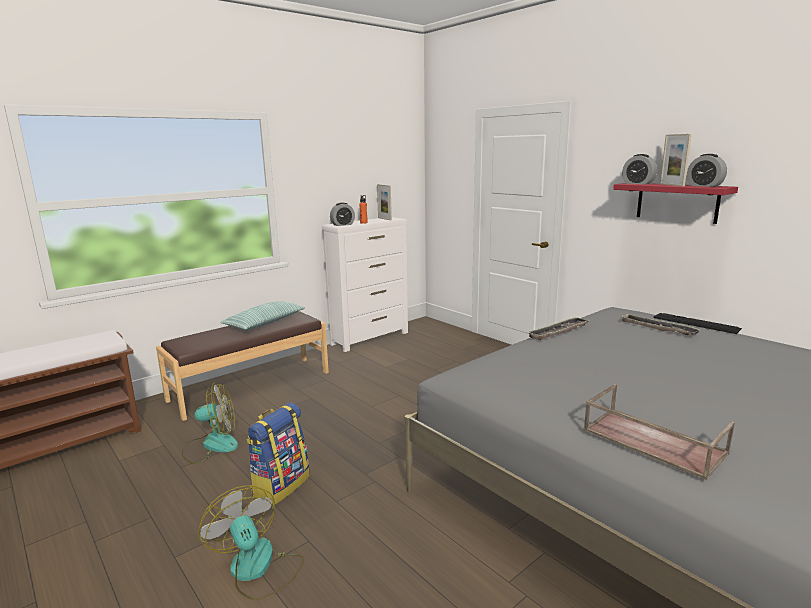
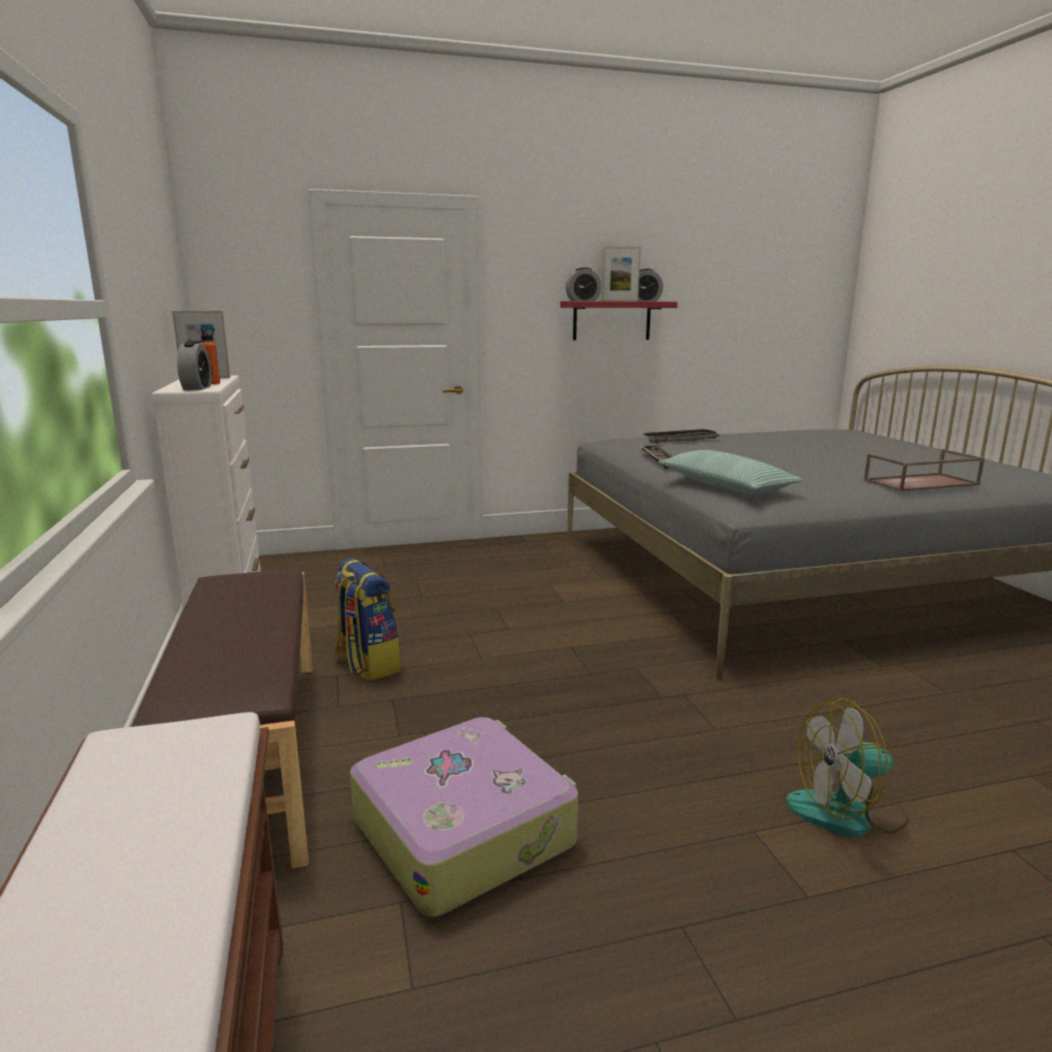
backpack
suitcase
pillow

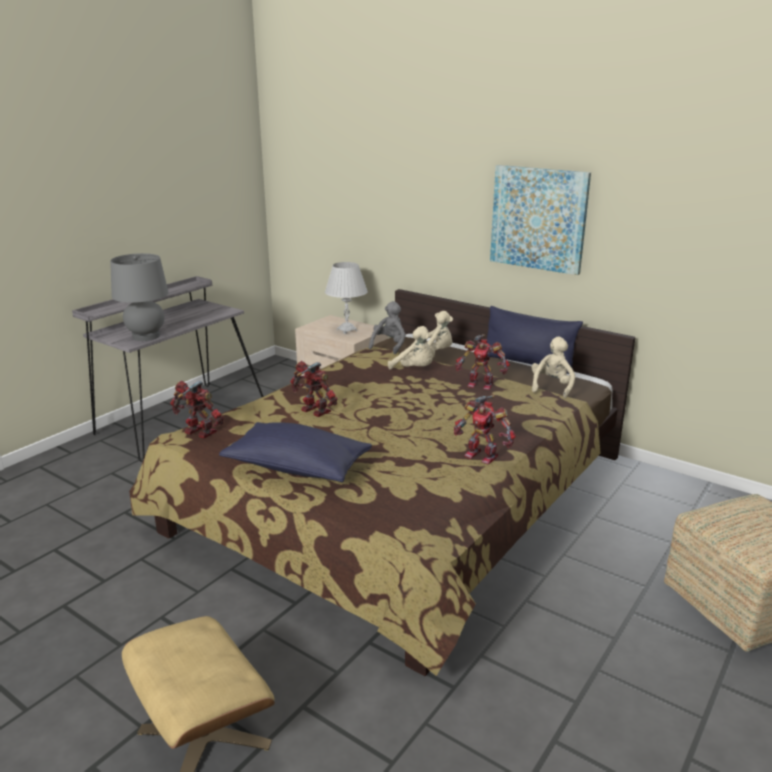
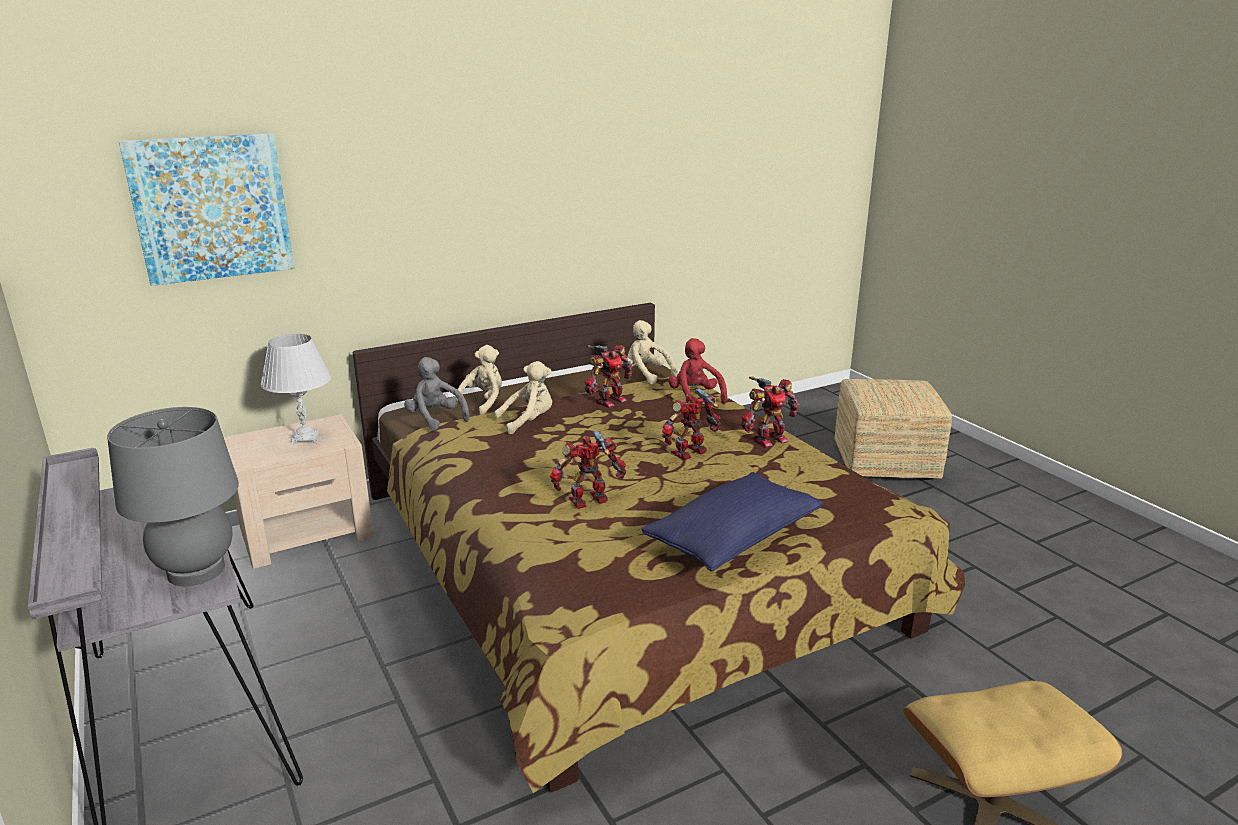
picture
toy robot (3rd from left)
red plush toy
blue pillow (2nd from left in the first image)

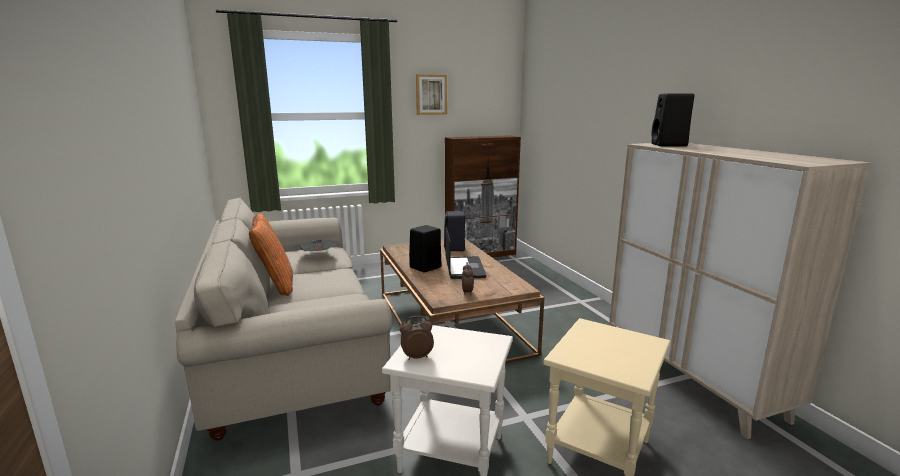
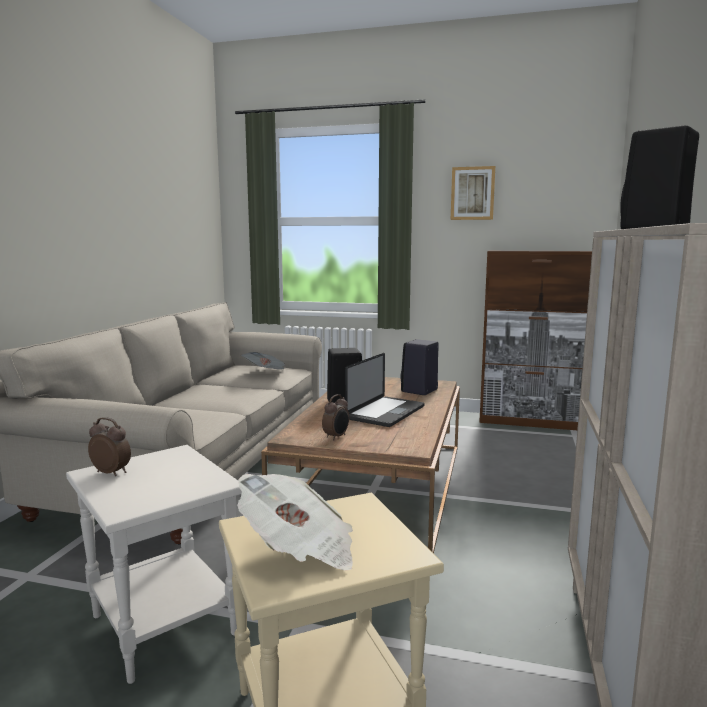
newspaper (2nd from left)
orange pillow

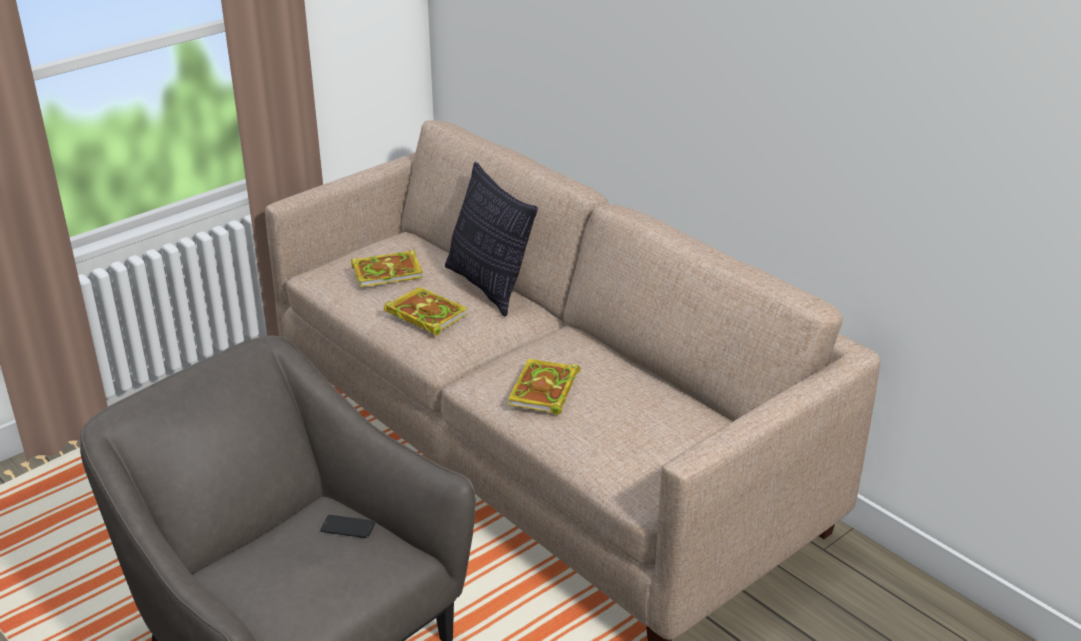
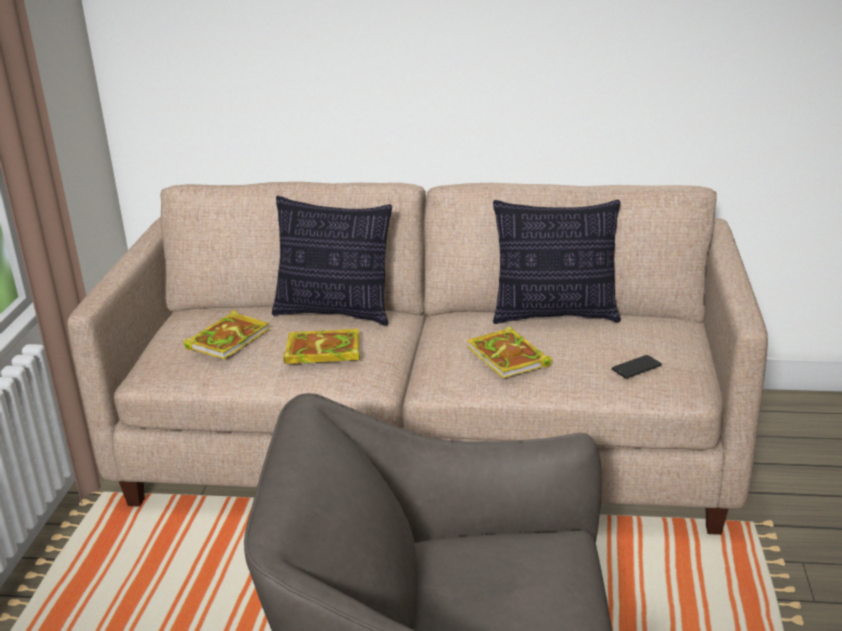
pillow (2nd from left)
phone

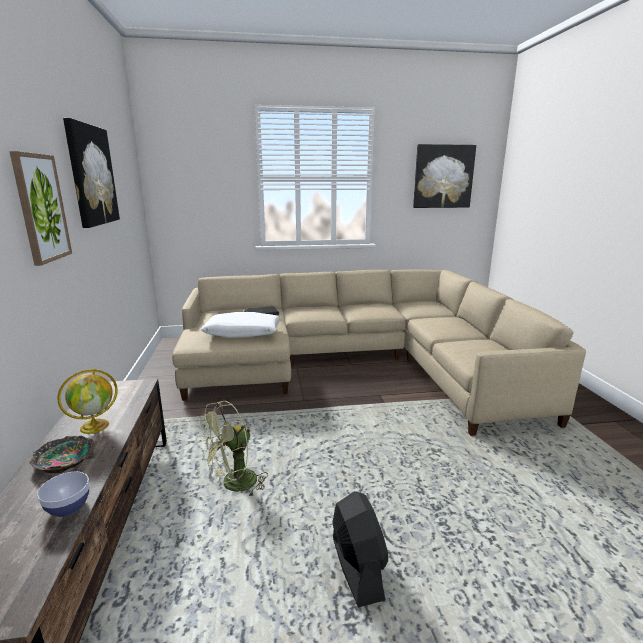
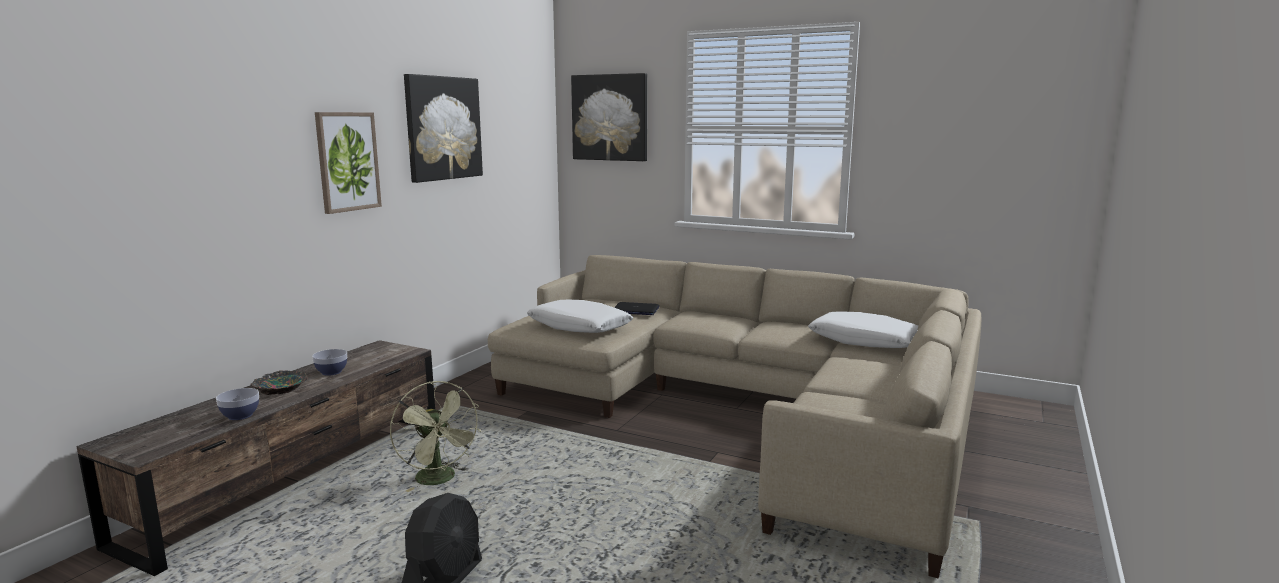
bowl (3rd from left)
green fan
picture (3rd from left)
white pillow (2nd from left)

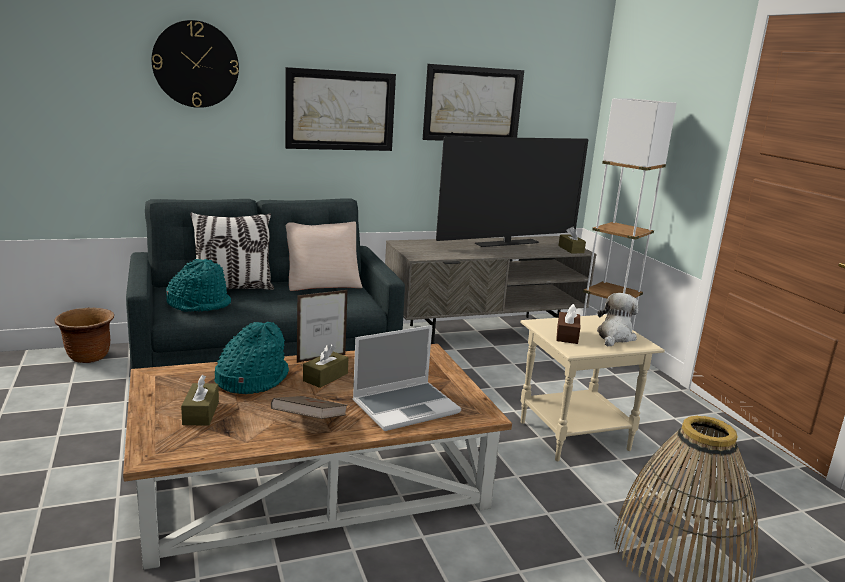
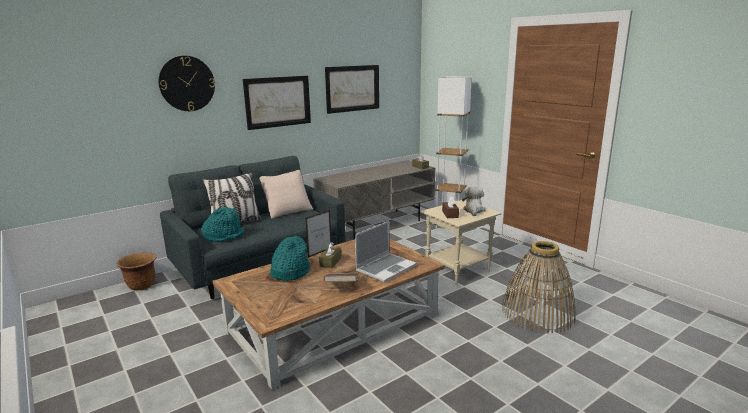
brown tissue box (1st from left in the first image)
television

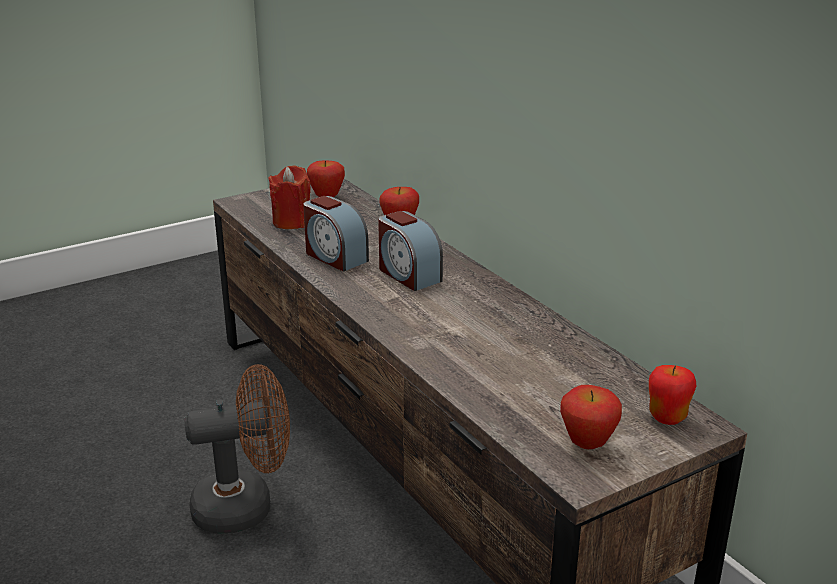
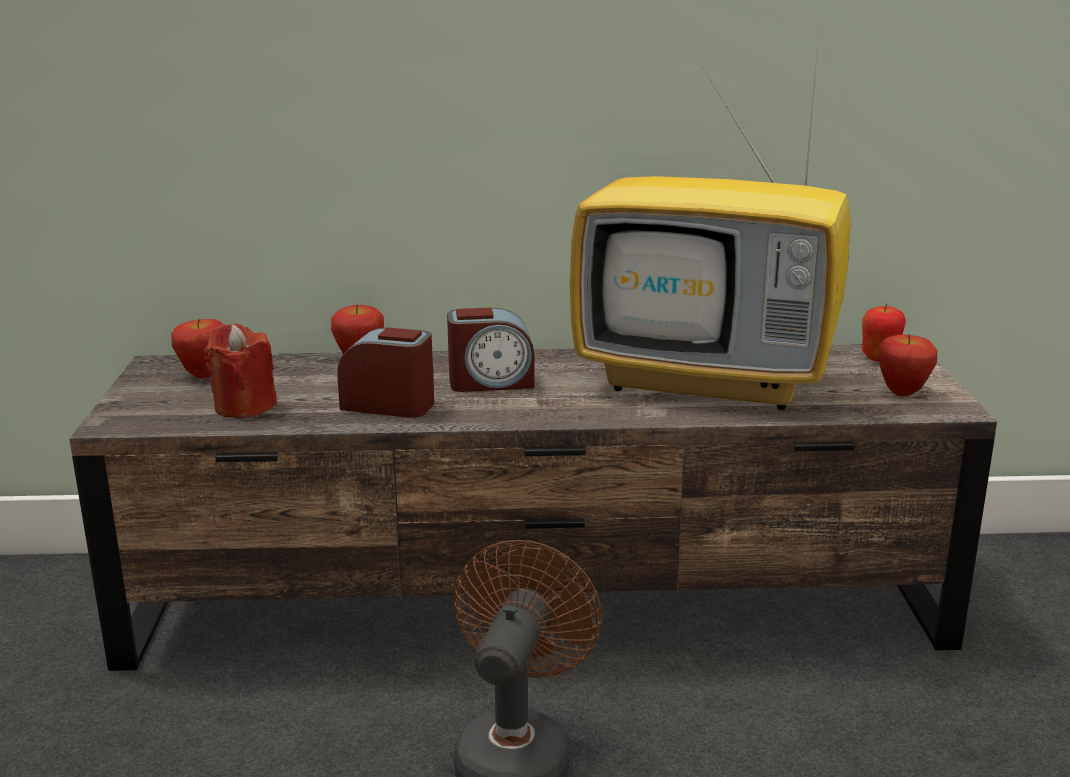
alarm clock (1st from left)
television

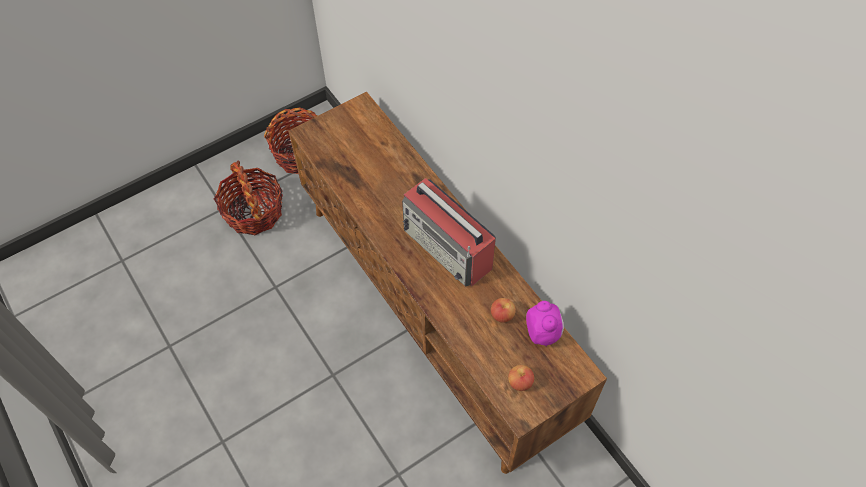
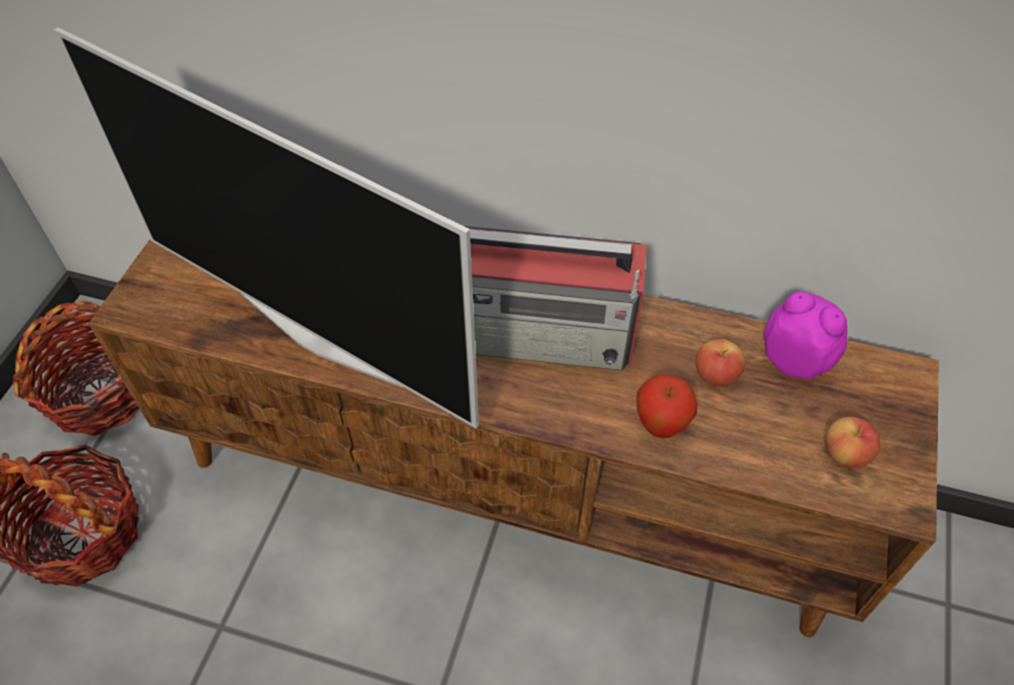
television
apple (1st from left)

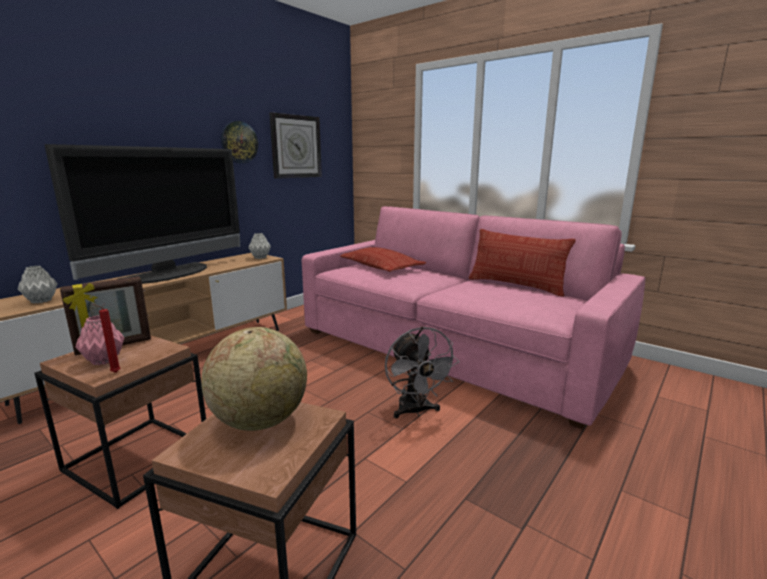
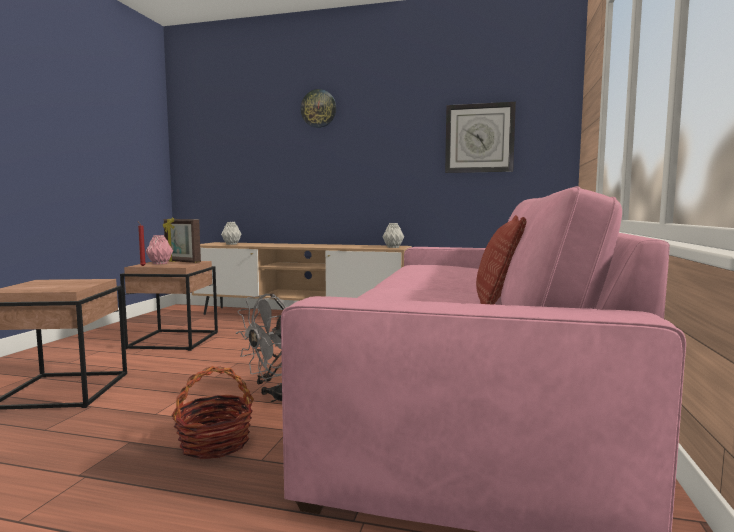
basket
wall clock (1st from left)
television
globe
pillow (1st from left in the first image)

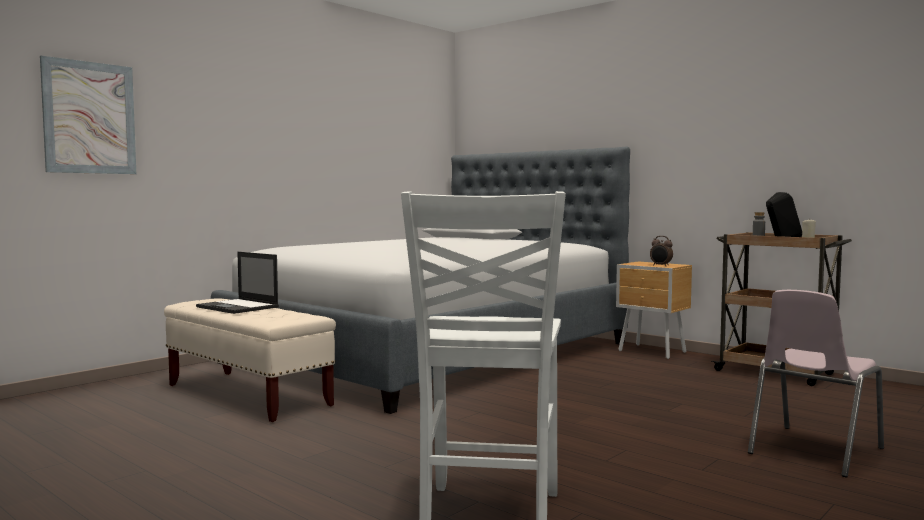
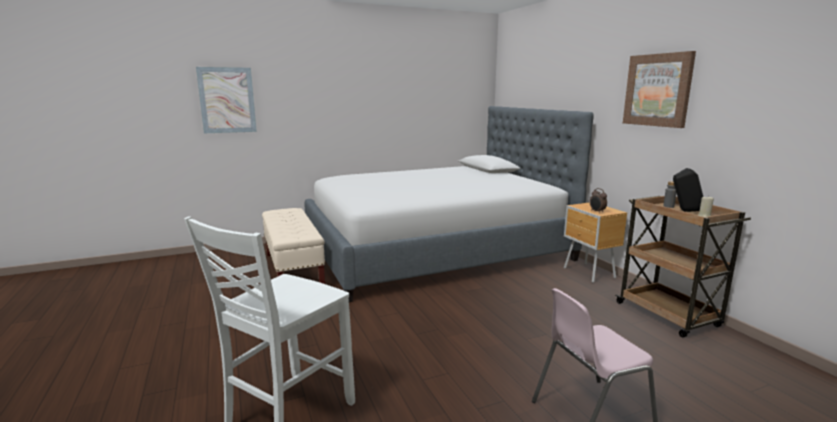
picture (2nd from left)
laptop

